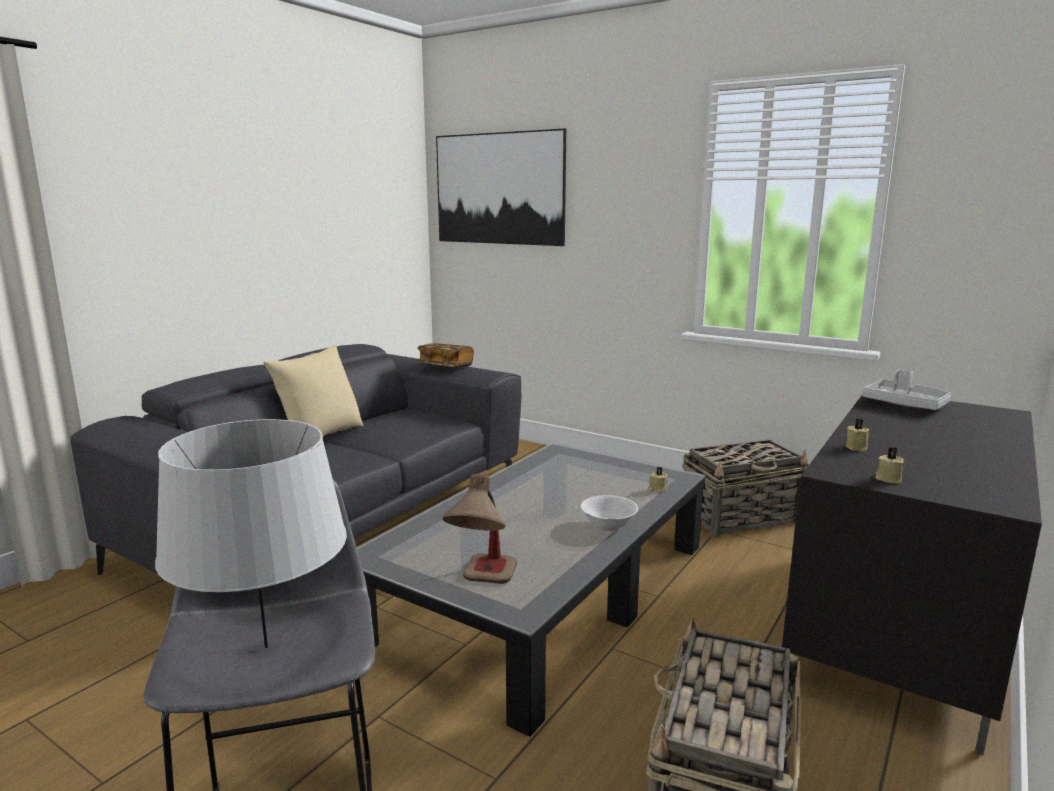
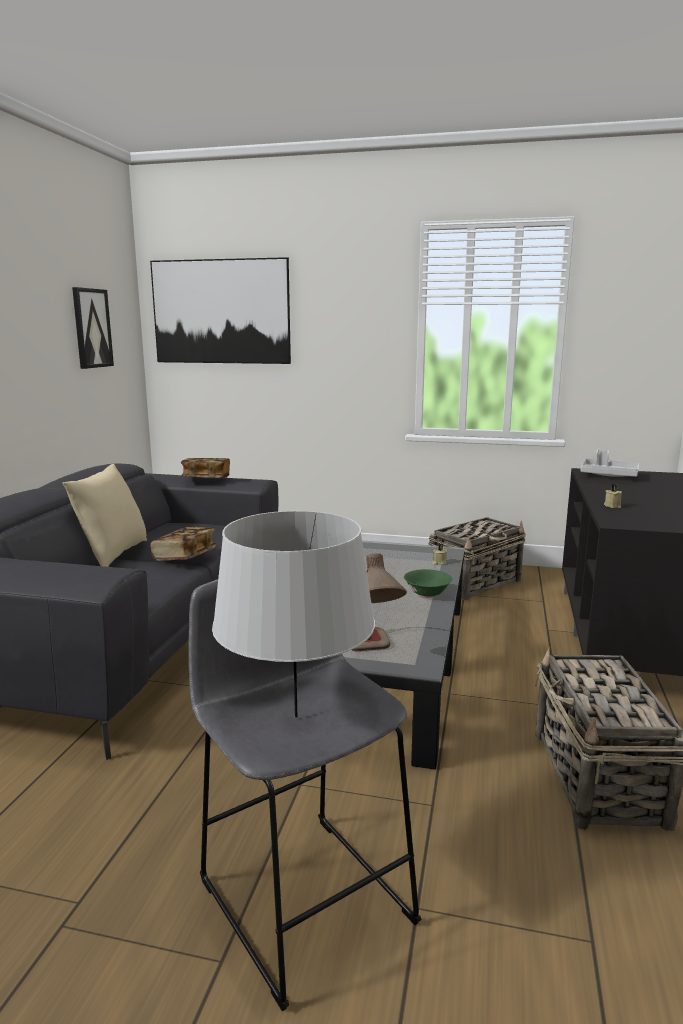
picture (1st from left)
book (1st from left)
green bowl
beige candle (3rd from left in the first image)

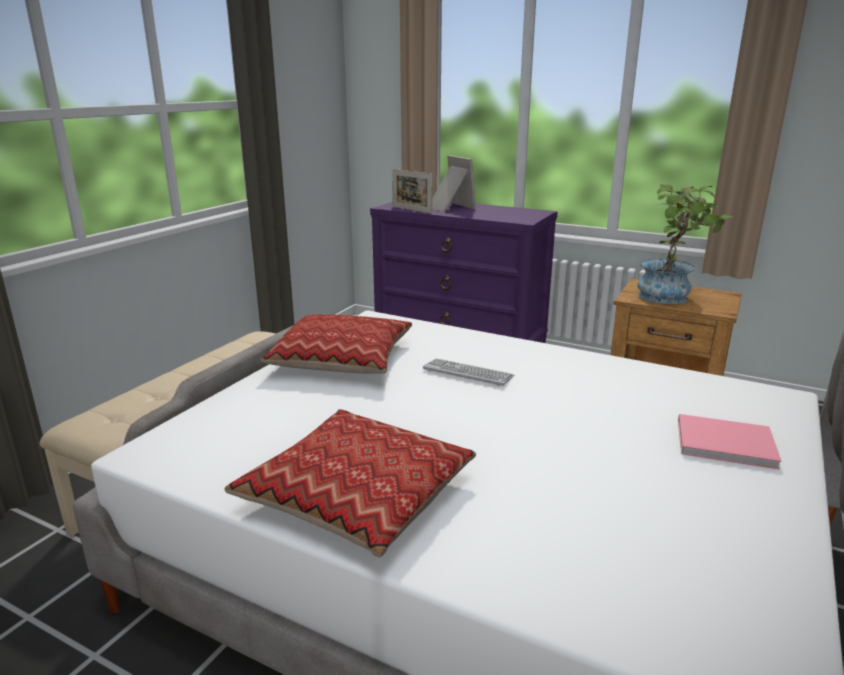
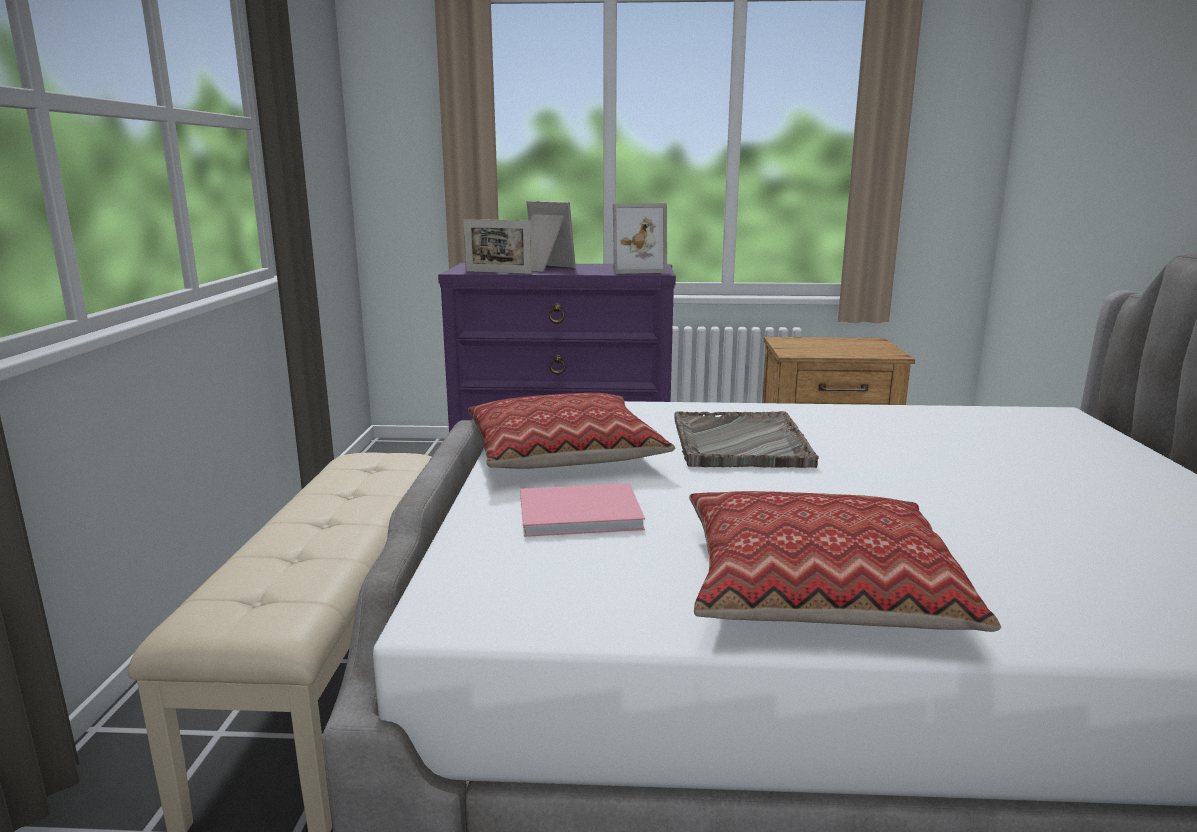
pink book
picture frame (3rd from left)
grey tray
potted plant

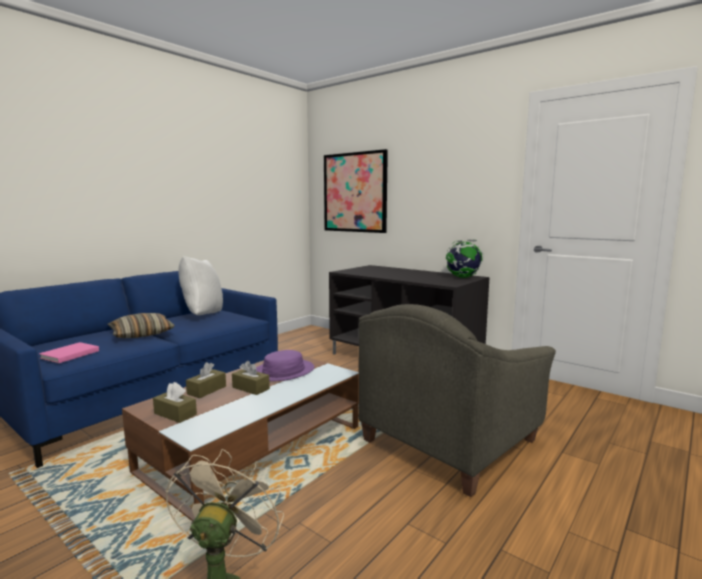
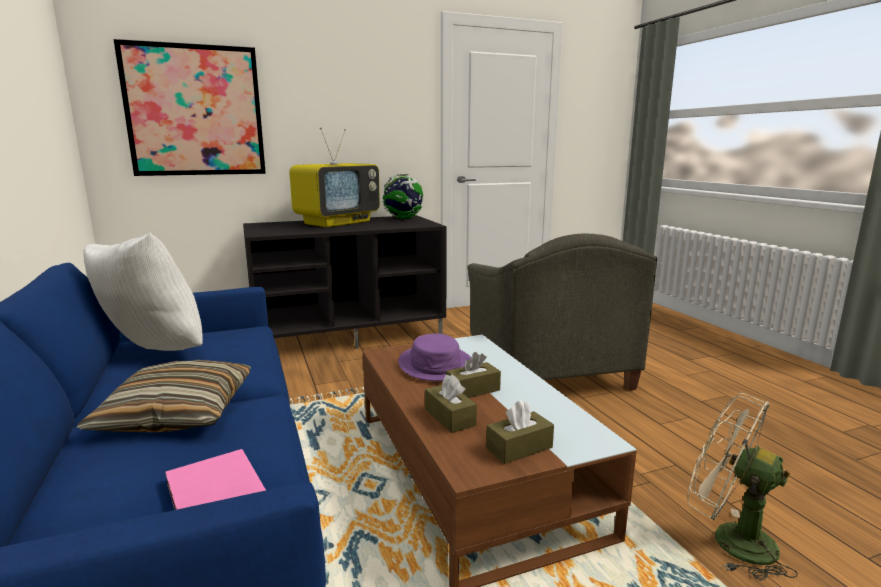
television

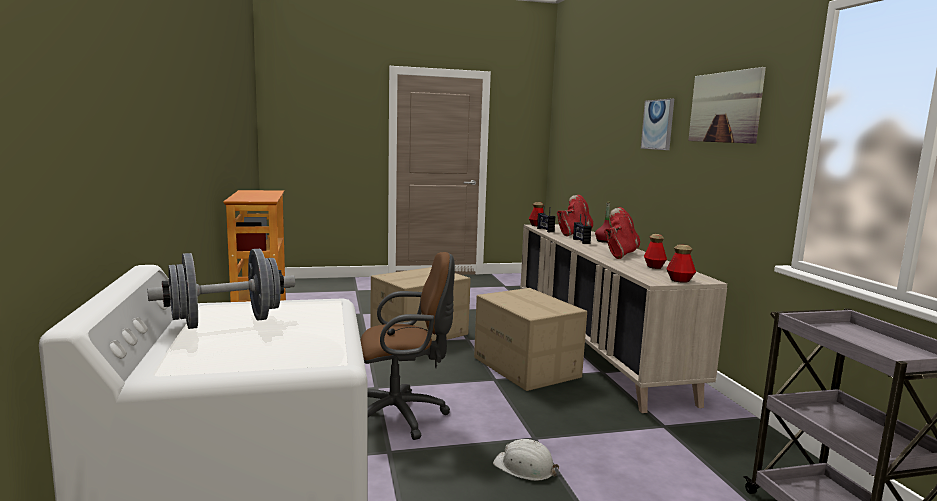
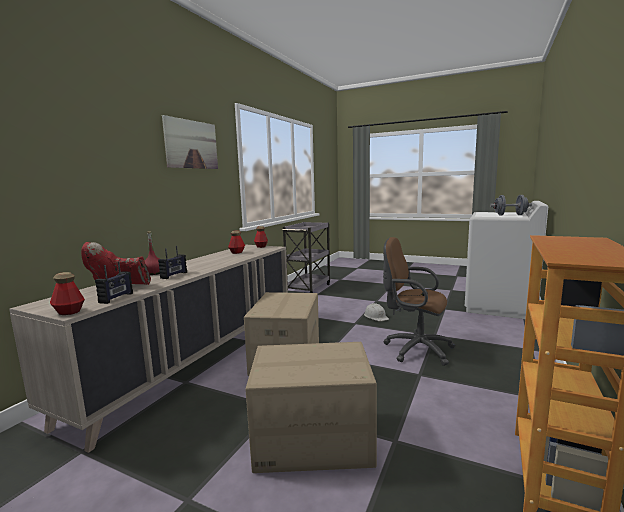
red boot (2nd from left in the first image)
picture (1st from left in the first image)

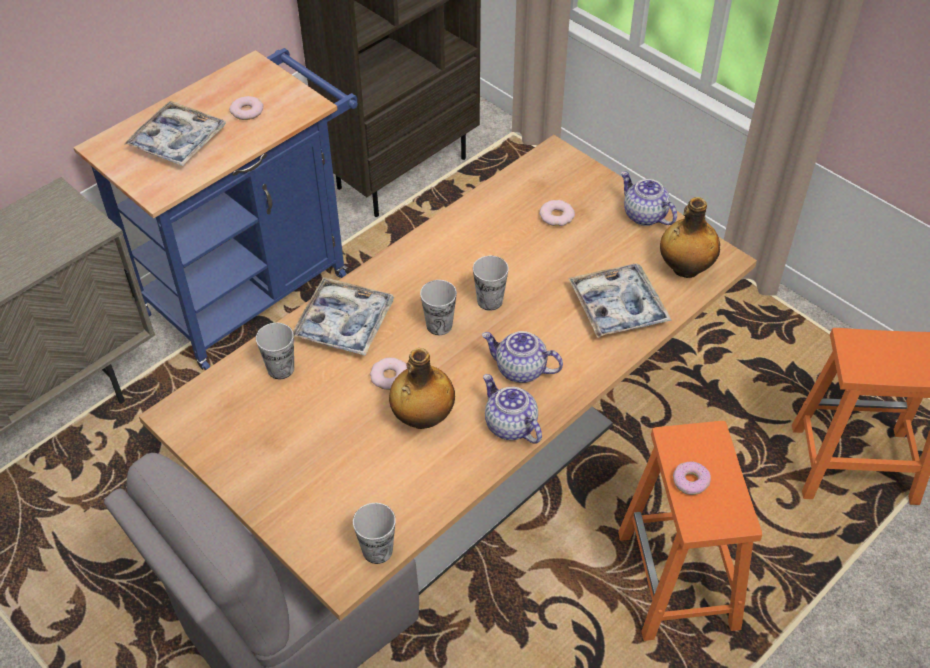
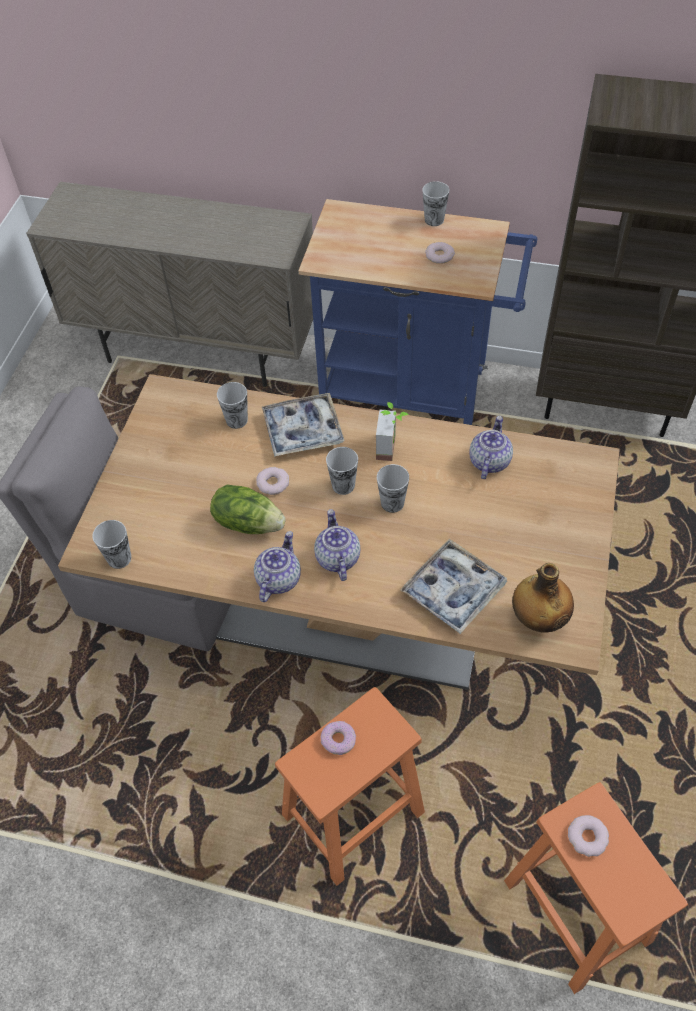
lettuce
potted plant
cup (5th from left)
teapot (3rd from left)
donut (4th from left)
tray (1st from left in the first image)

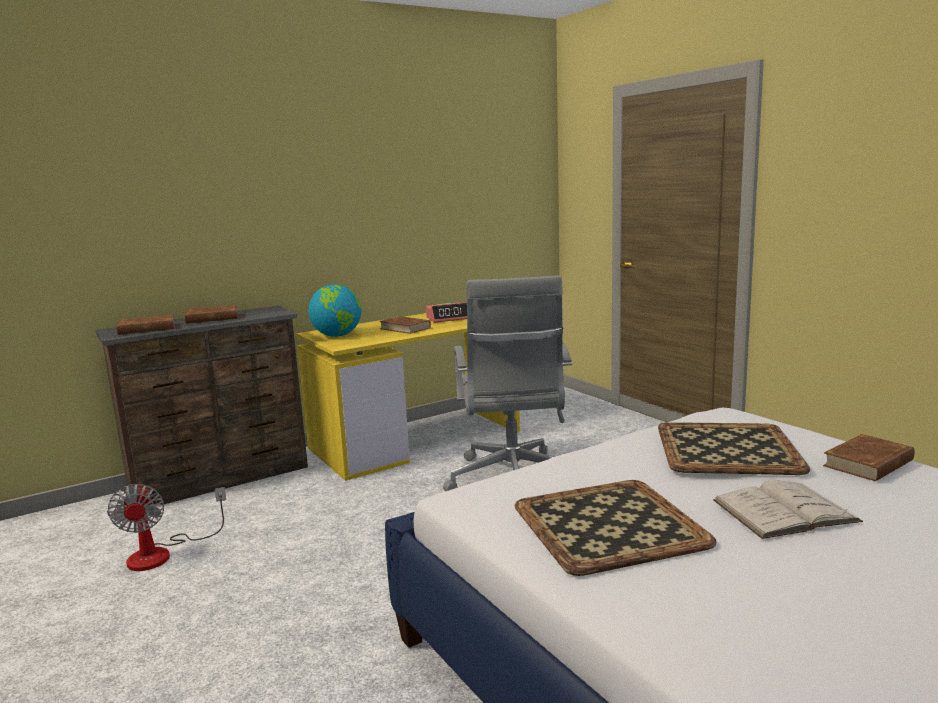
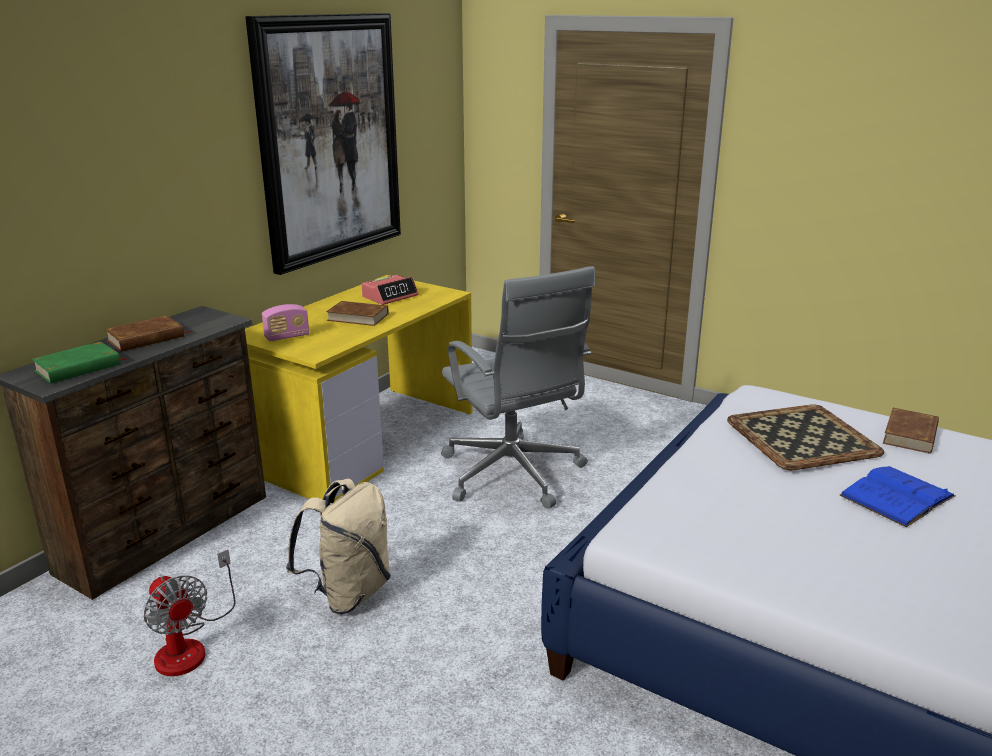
green book
picture
radio
beige backpack
blue book
tray (1st from left in the first image)

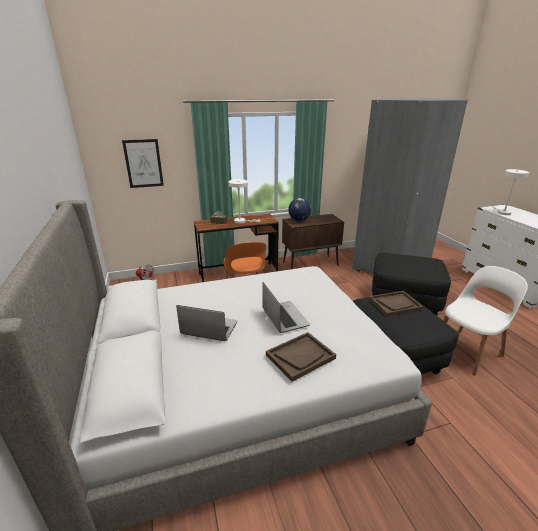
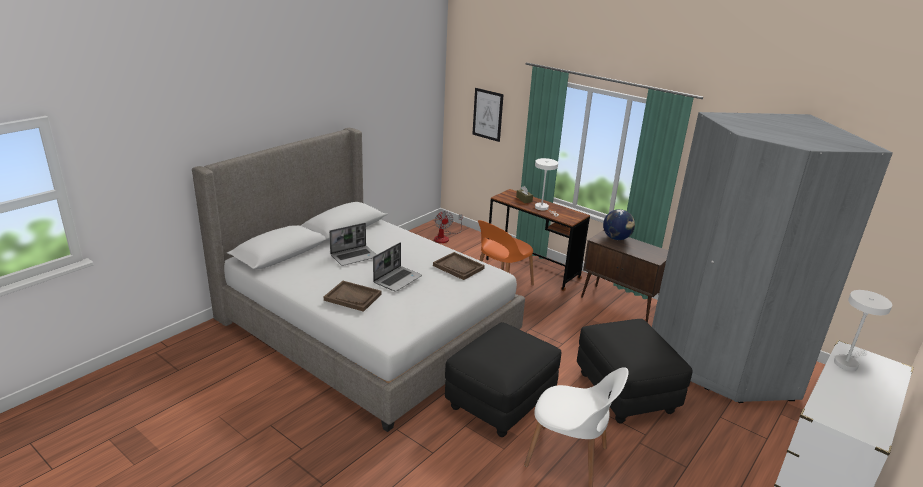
laptop (1st from left)
brown tray (2nd from left)

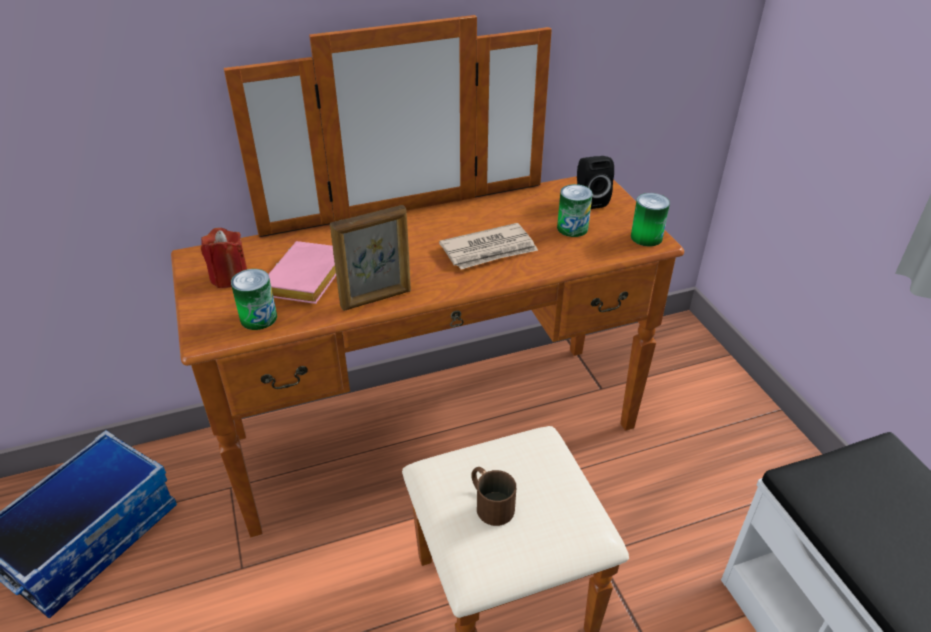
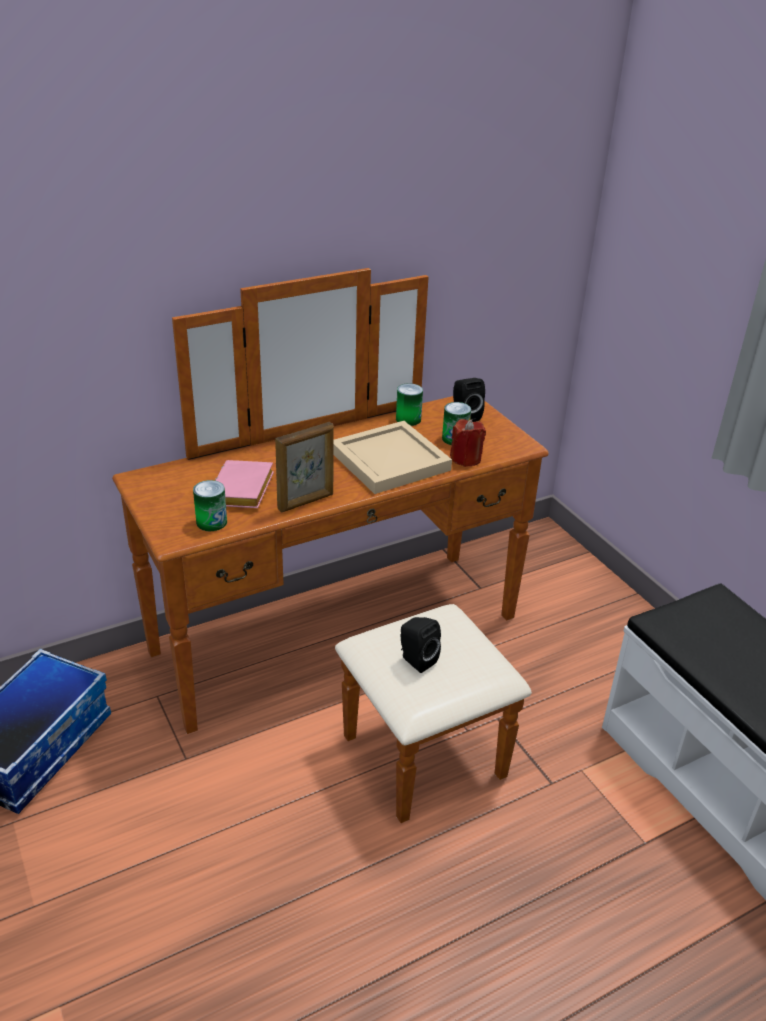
beige tray
can (2nd from left)
black speaker (1st from left)
red candle

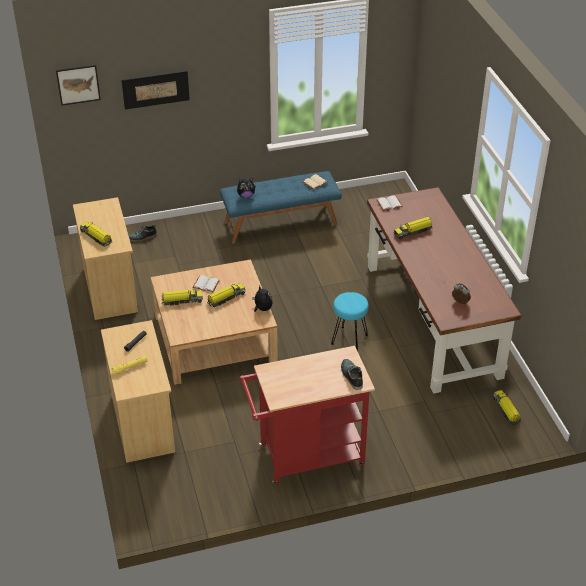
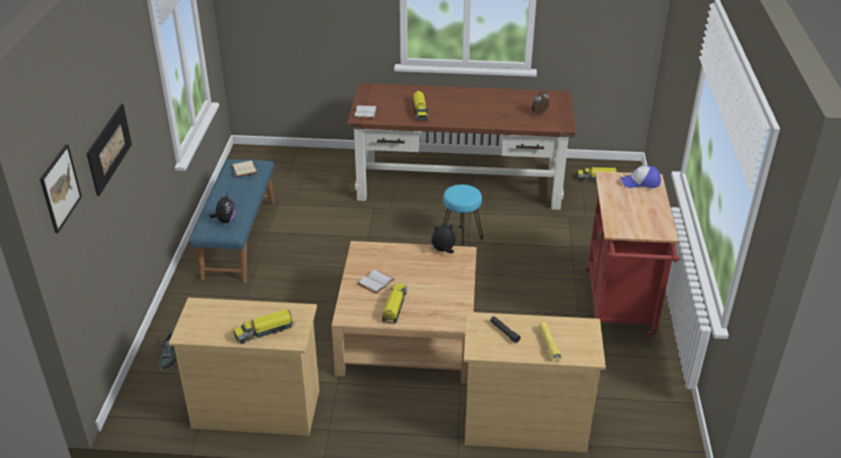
cap
toy truck (3rd from left in the first image)

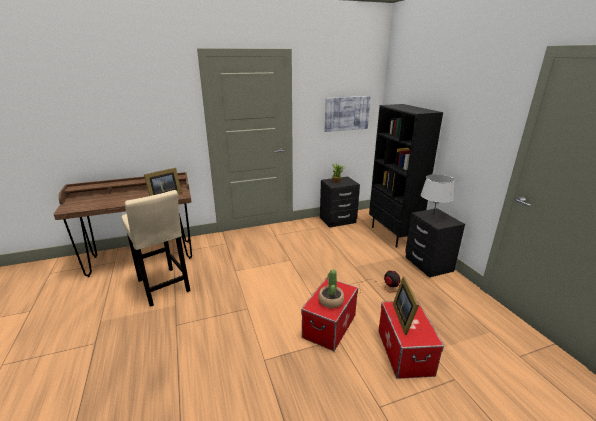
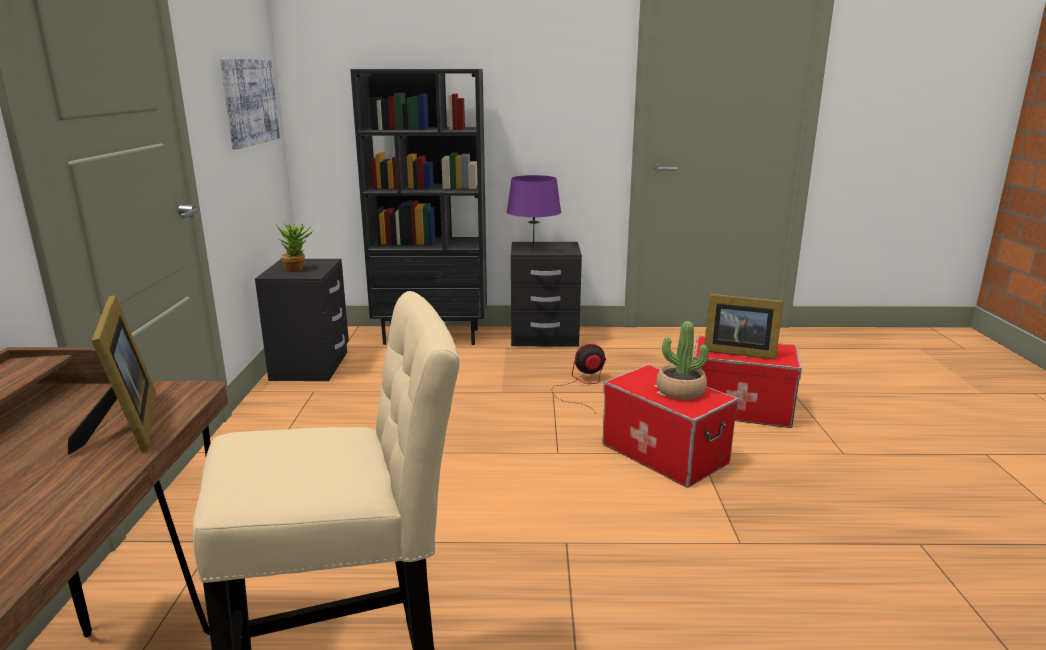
purple table lamp

